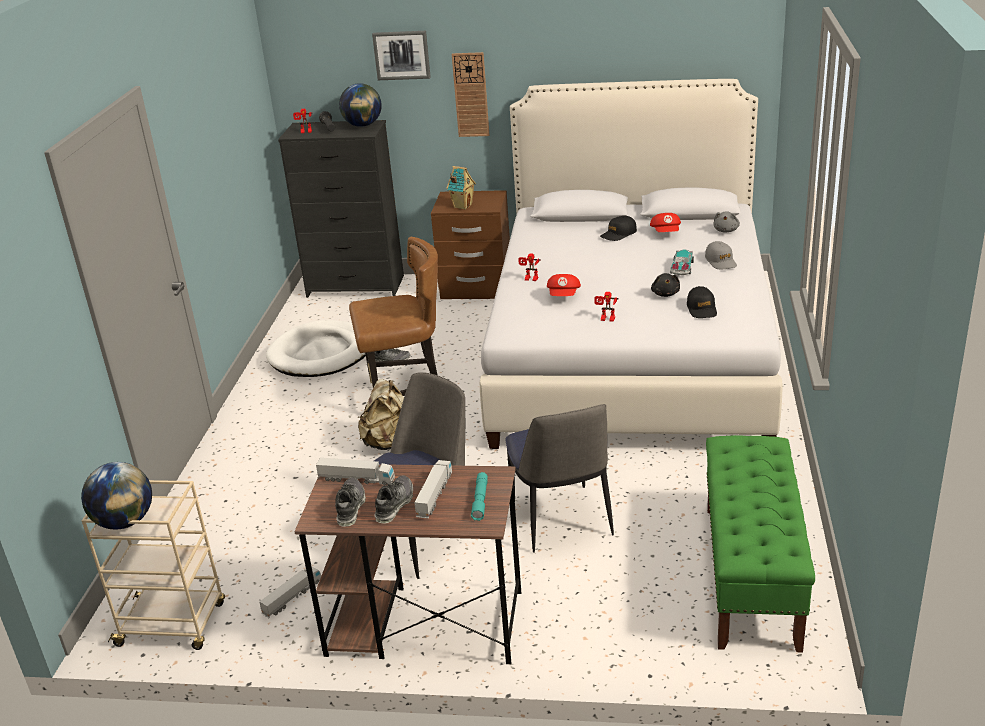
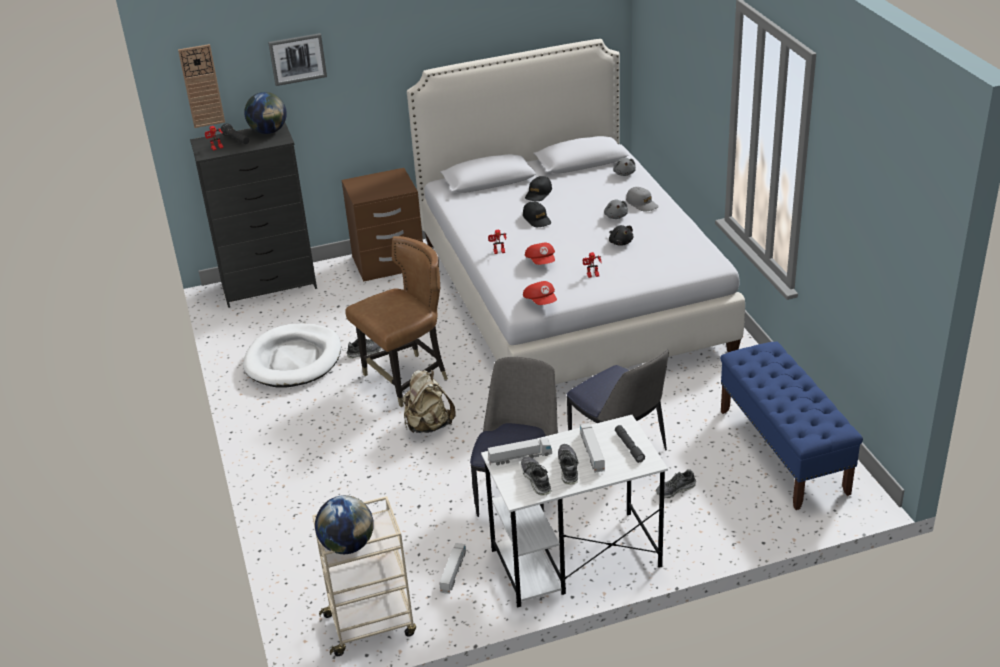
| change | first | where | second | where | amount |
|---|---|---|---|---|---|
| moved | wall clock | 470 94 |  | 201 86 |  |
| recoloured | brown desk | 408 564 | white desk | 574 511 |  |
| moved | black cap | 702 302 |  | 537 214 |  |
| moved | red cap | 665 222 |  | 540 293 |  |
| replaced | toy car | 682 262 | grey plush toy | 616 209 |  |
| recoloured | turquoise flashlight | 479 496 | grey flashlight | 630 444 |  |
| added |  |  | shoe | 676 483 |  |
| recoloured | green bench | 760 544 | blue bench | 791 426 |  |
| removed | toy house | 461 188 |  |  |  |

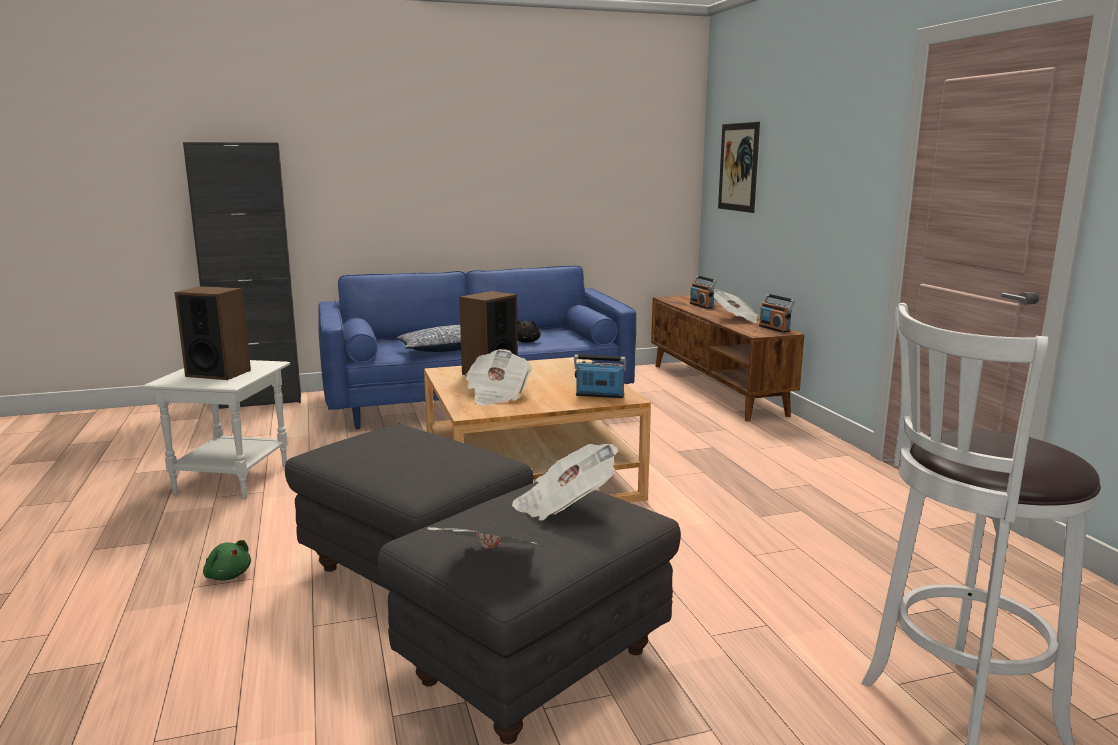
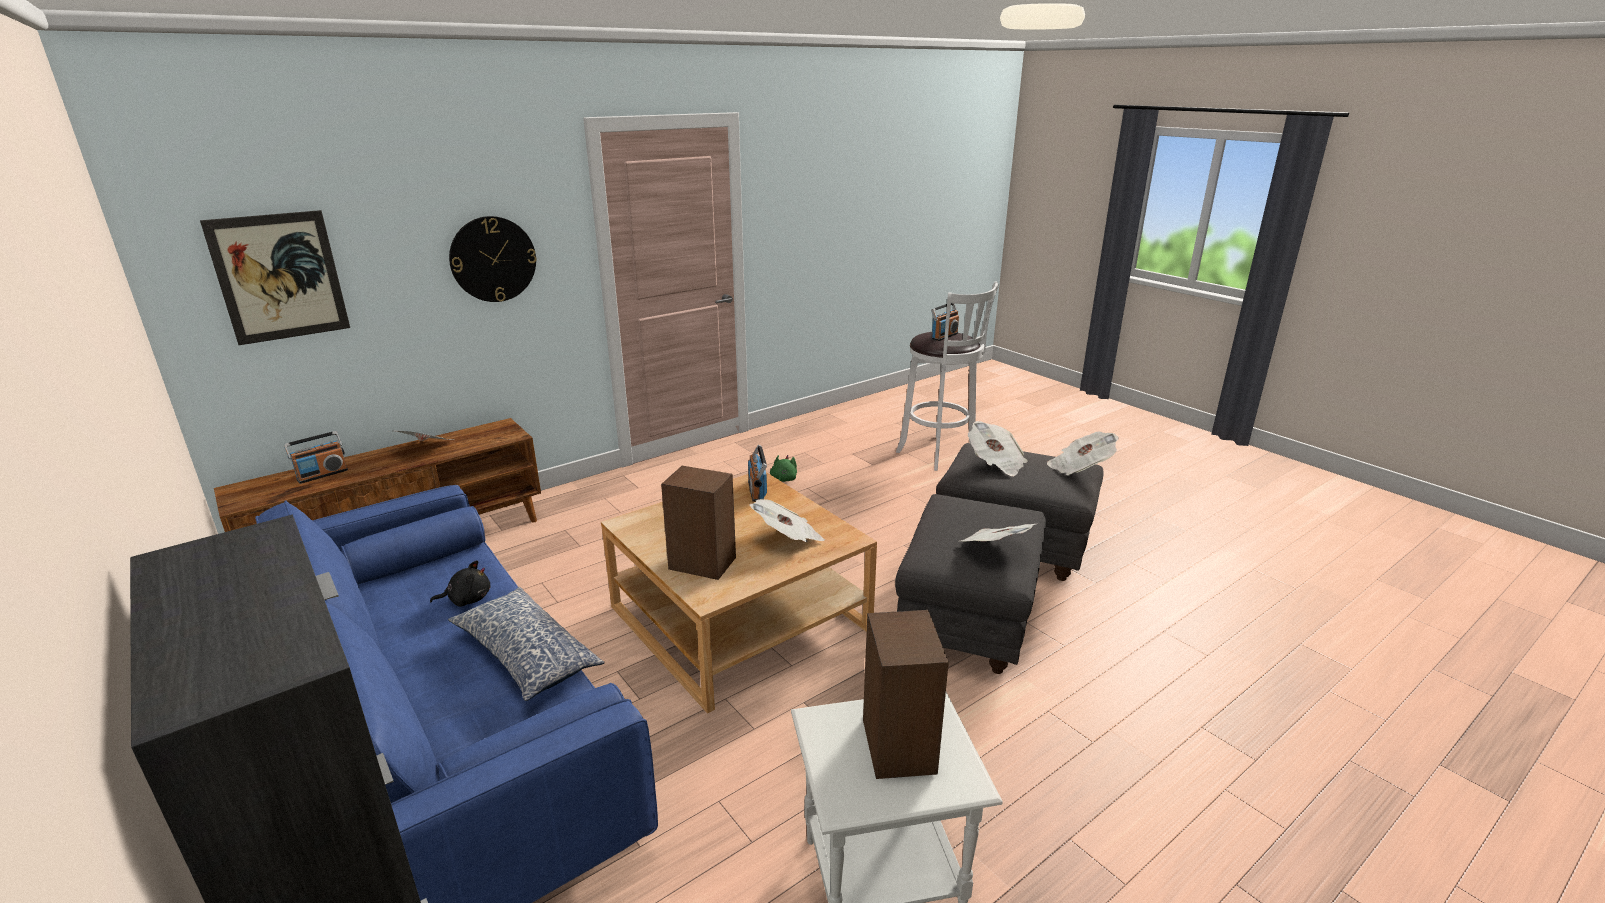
| change | first | where | second | where | amount |
|---|---|---|---|---|---|
| added |  |  | wall clock | 492 259 |  |
| moved | green plush toy | 227 560 |  | 783 468 |  |
| moved | radio | 777 313 |  | 945 322 |  |
| added |  |  | newspaper | 998 533 |  |

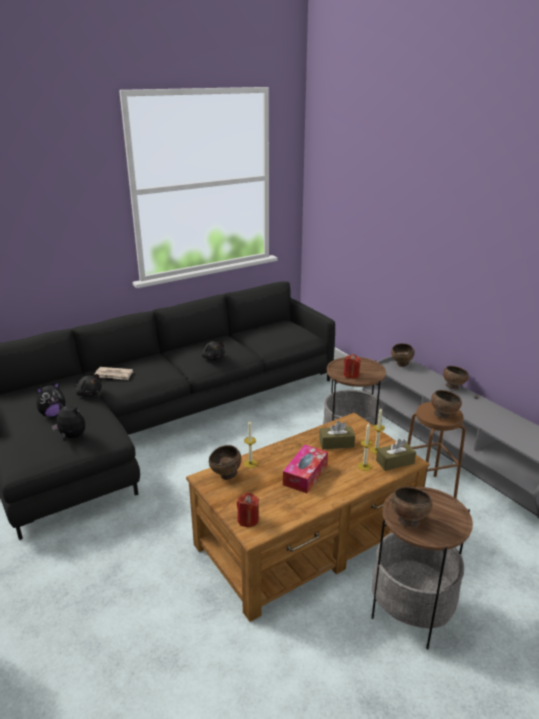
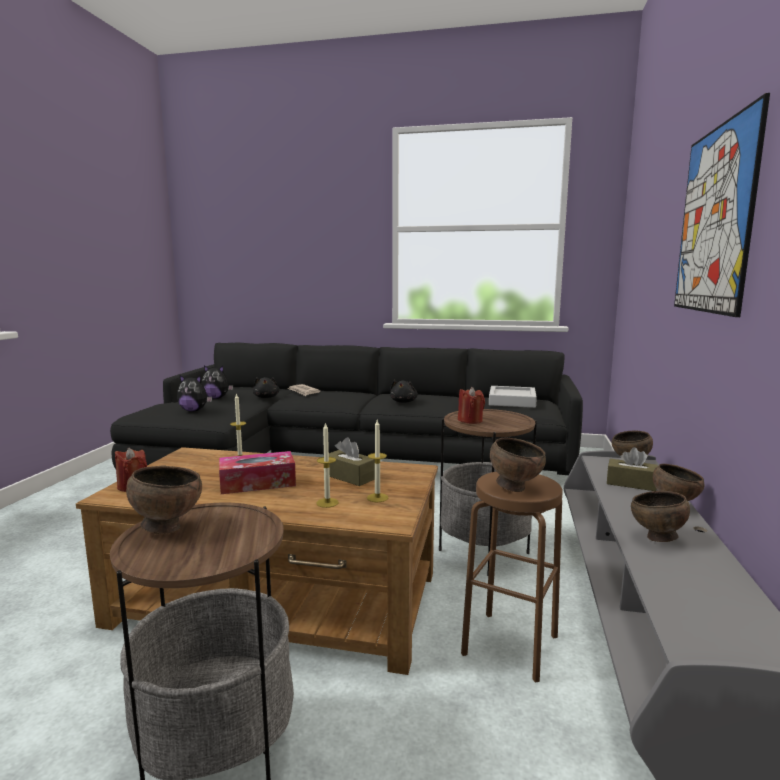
| change | first | where | second | where | amount |
|---|---|---|---|---|---|
| turned | plush toy | 68 421 |  | 194 393 | 120 degrees clockwise |
| added |  |  | grey tray | 513 397 |  |
| moved | brown tissue box | 396 455 |  | 632 469 |  |
| moved | brown bowl | 225 462 |  | 660 516 |  |
| added |  |  | picture | 722 205 |  |

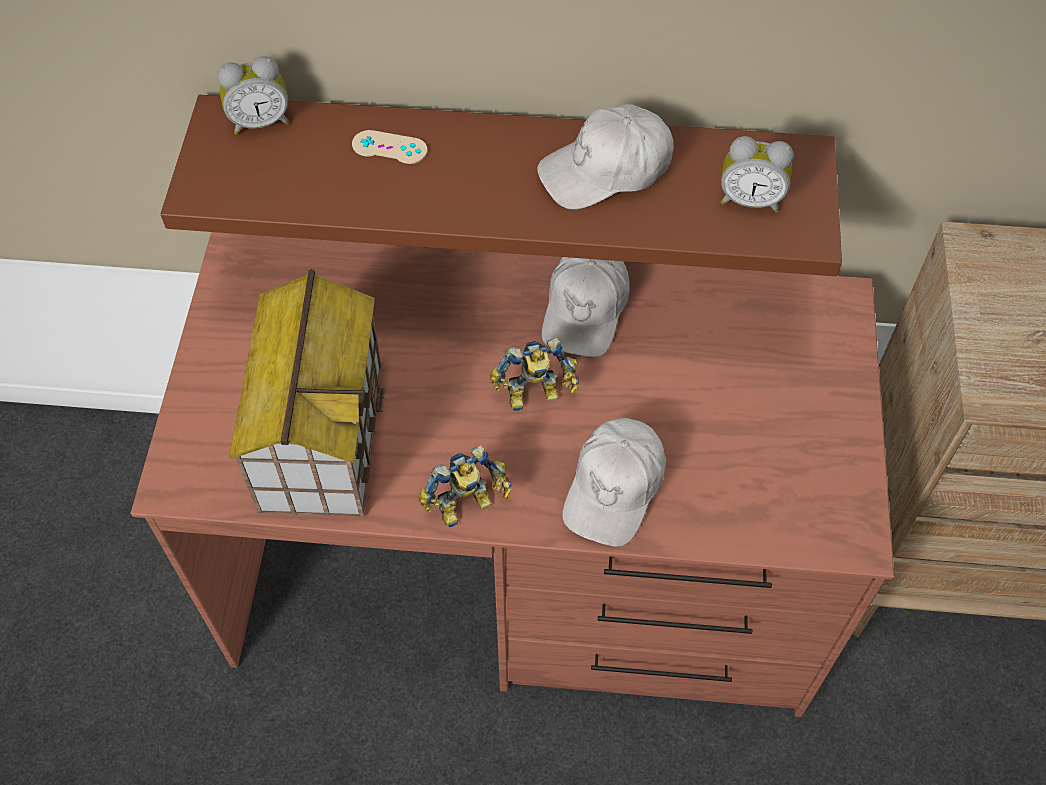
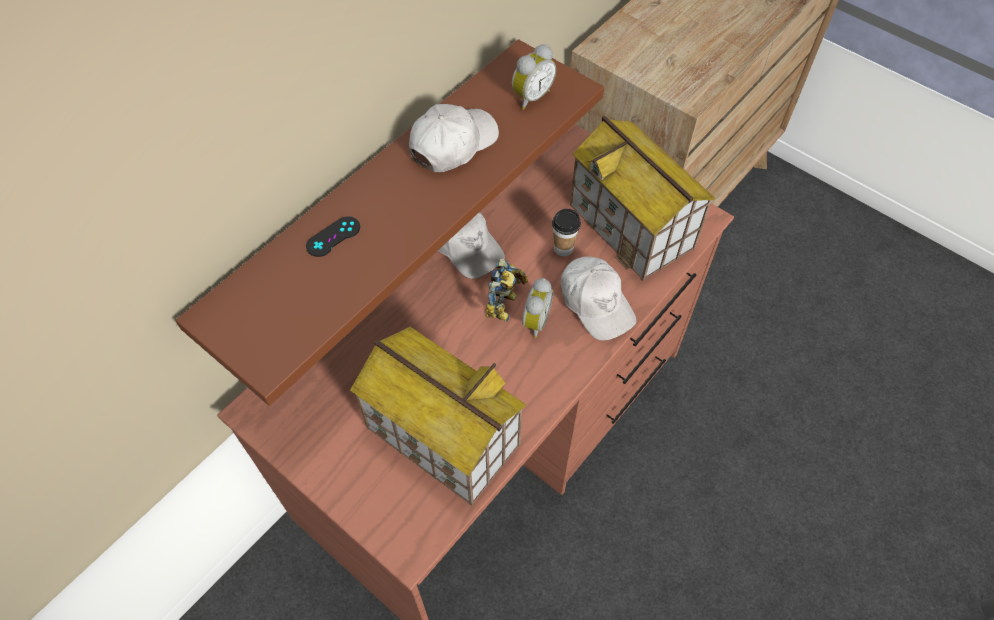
| change | first | where | second | where | amount |
|---|---|---|---|---|---|
| recoloured | beige game controller | 390 147 | black game controller | 333 236 |  |
| turned | white cap | 605 156 |  | 454 138 | 150 degrees counterclockwise |
| moved | alarm clock | 253 95 |  | 537 308 |  |
| added |  |  | cup | 566 232 |  |
| added |  |  | toy house | 642 198 |  |
| removed | toy robot | 465 486 |  |  |  |

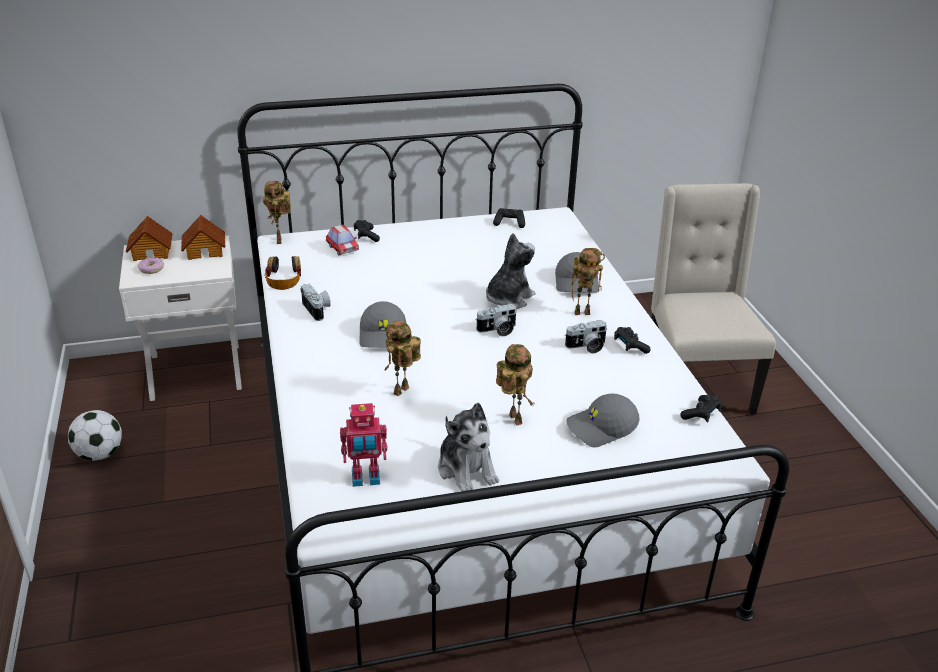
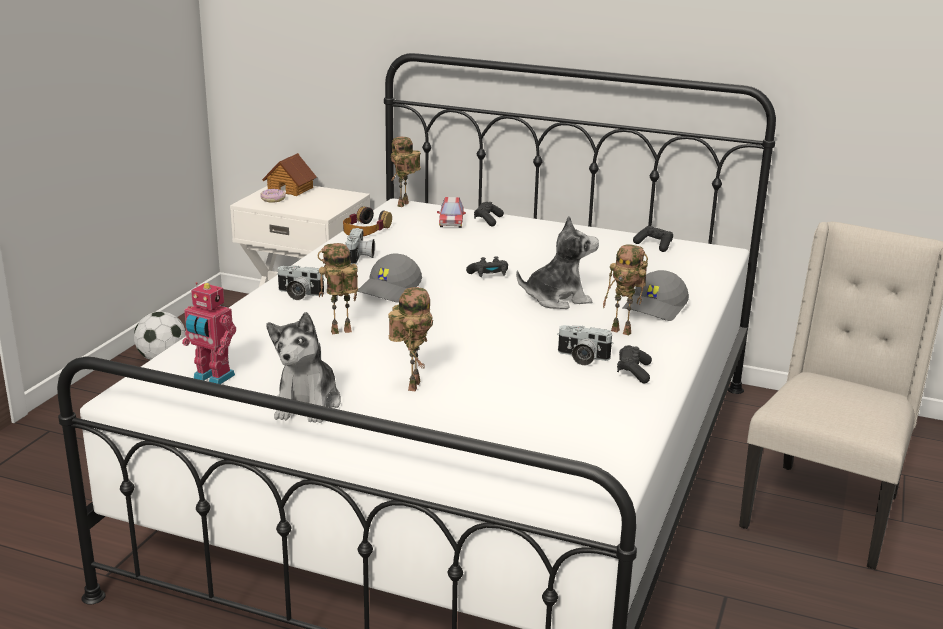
| change | first | where | second | where | amount |
|---|---|---|---|---|---|
| moved | photo camera | 496 320 |  | 301 283 |  |
| moved | black game controller | 701 408 |  | 487 266 |  |
| removed | toy house | 203 237 |  |  |  |
| removed | grey cap | 603 420 |  |  |  |

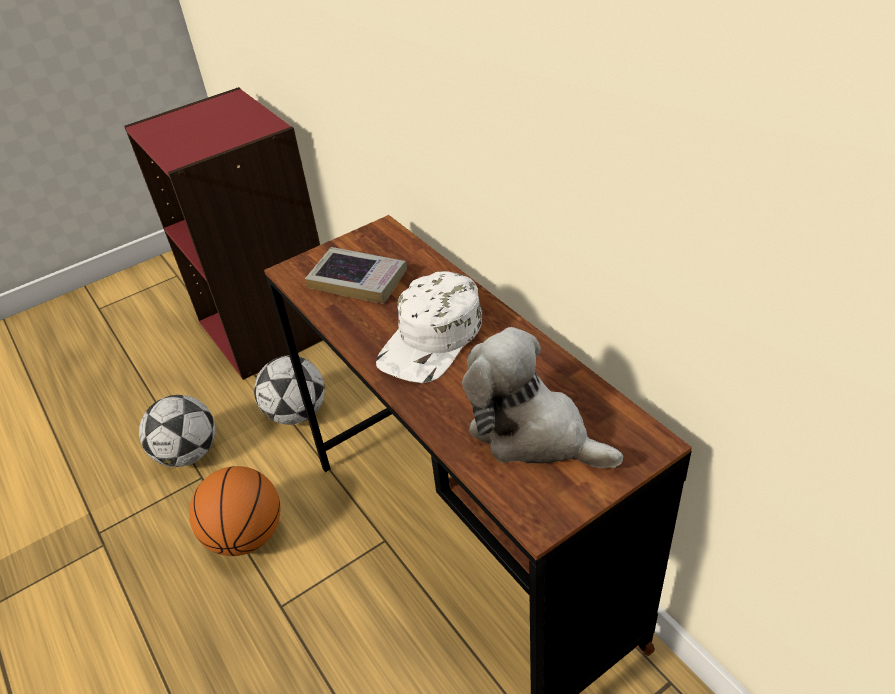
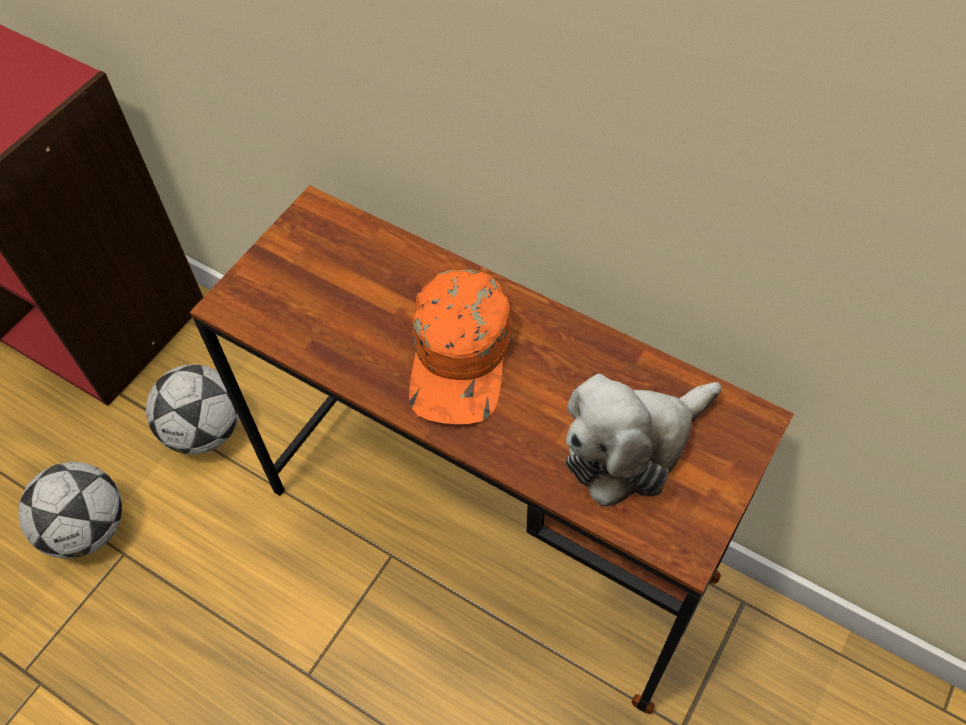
| change | first | where | second | where | amount |
|---|---|---|---|---|---|
| recoloured | white cap | 429 327 | orange cap | 460 347 |  |
| turned | plush toy | 542 397 |  | 643 440 | 45 degrees counterclockwise |
| removed | basketball | 234 511 |  |  |  |
| removed | book | 356 275 |  |  |  |

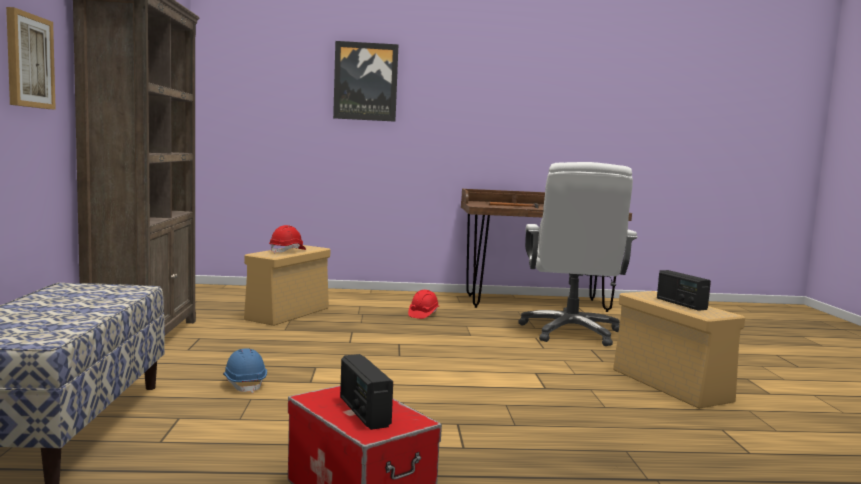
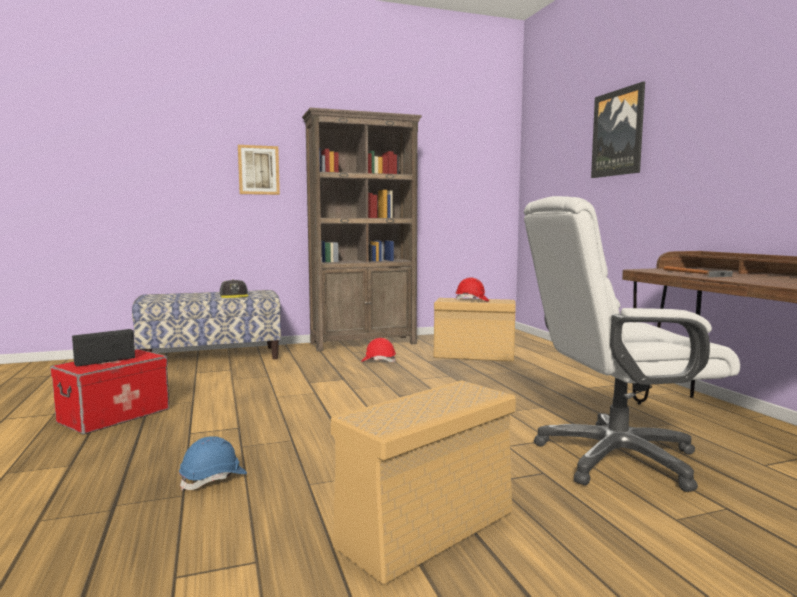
| change | first | where | second | where | amount |
|---|---|---|---|---|---|
| moved | blue hard hat | 245 370 |  | 213 463 |  |
| added |  |  | grey cap | 234 289 |  |
| moved | red hard hat | 423 304 |  | 378 350 |  |
| removed | radio | 684 290 |  |  |  |

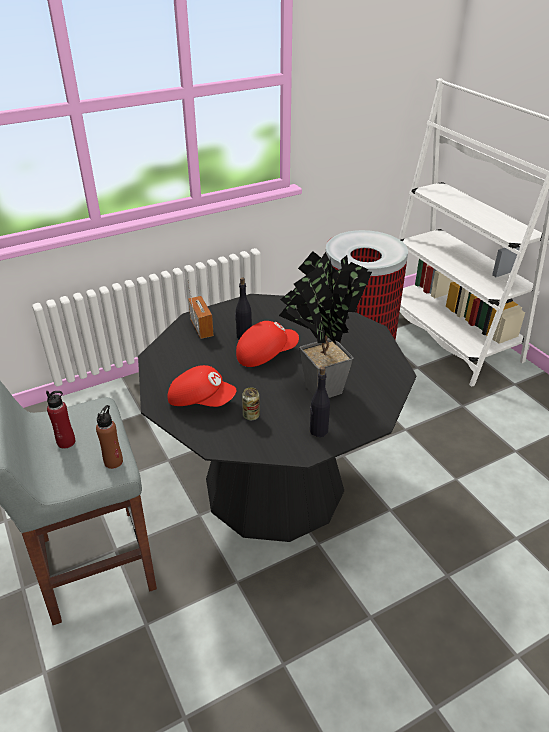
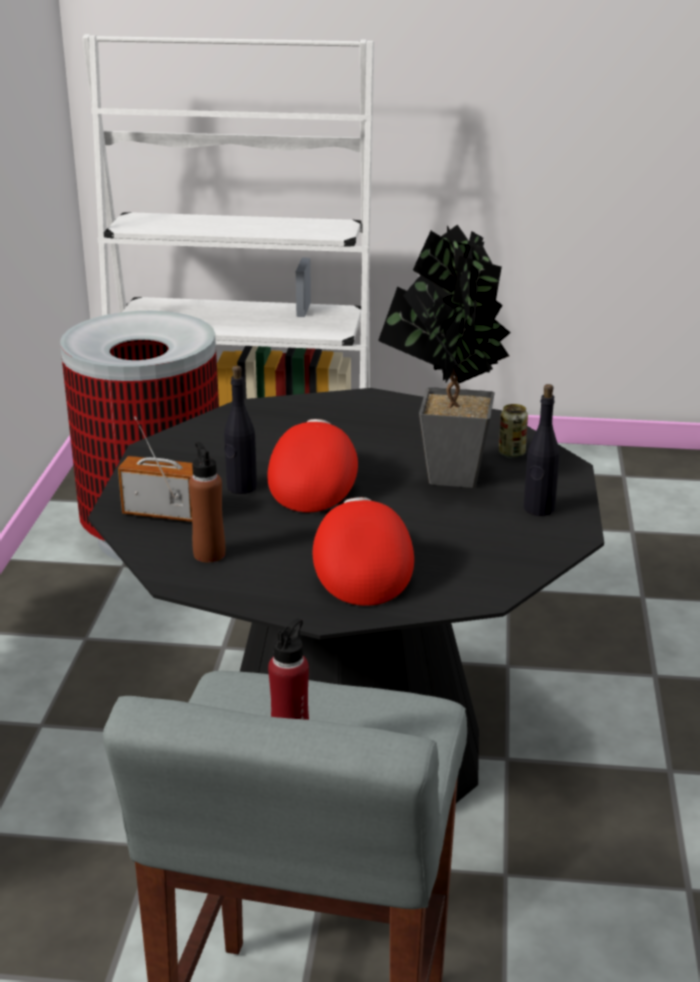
| change | first | where | second | where | amount |
|---|---|---|---|---|---|
| moved | brown bottle | 109 437 |  | 207 502 |  |
| turned | red cap | 202 386 |  | 363 551 | 60 degrees counterclockwise |
| moved | can | 251 403 |  | 513 431 |  |

